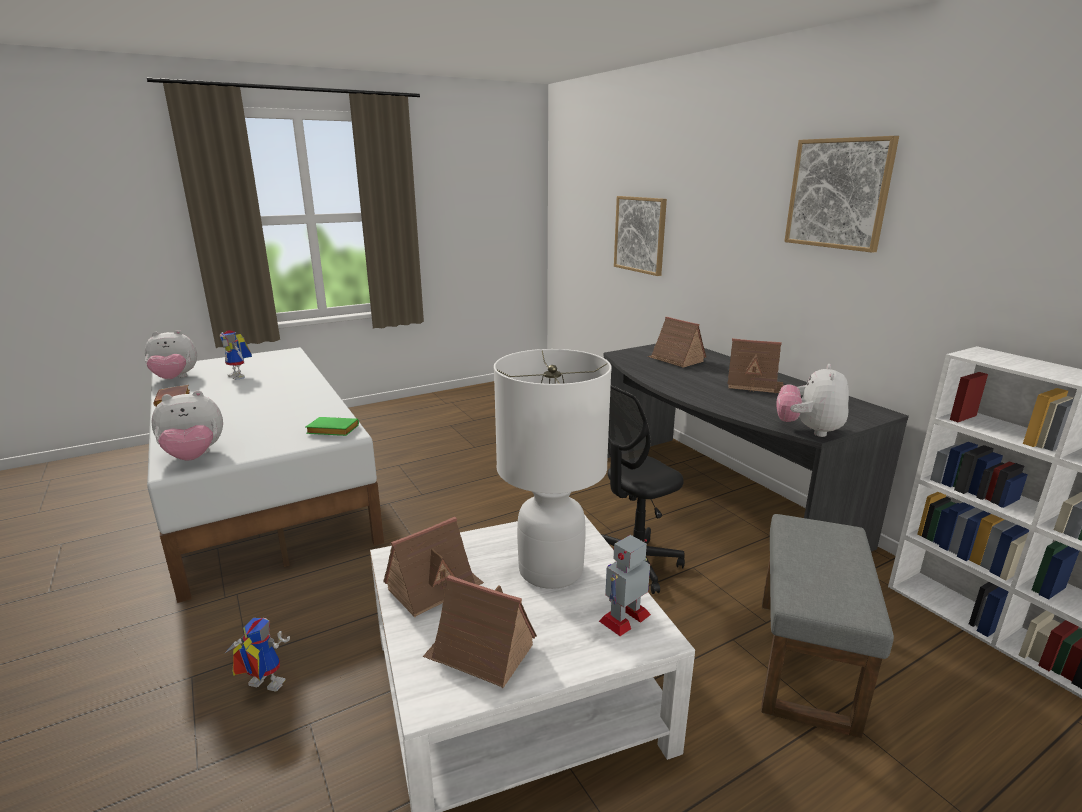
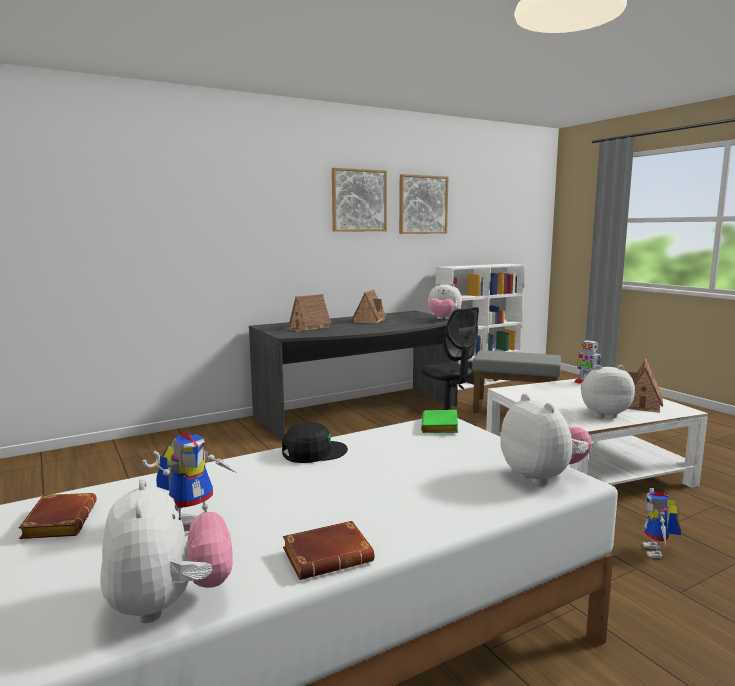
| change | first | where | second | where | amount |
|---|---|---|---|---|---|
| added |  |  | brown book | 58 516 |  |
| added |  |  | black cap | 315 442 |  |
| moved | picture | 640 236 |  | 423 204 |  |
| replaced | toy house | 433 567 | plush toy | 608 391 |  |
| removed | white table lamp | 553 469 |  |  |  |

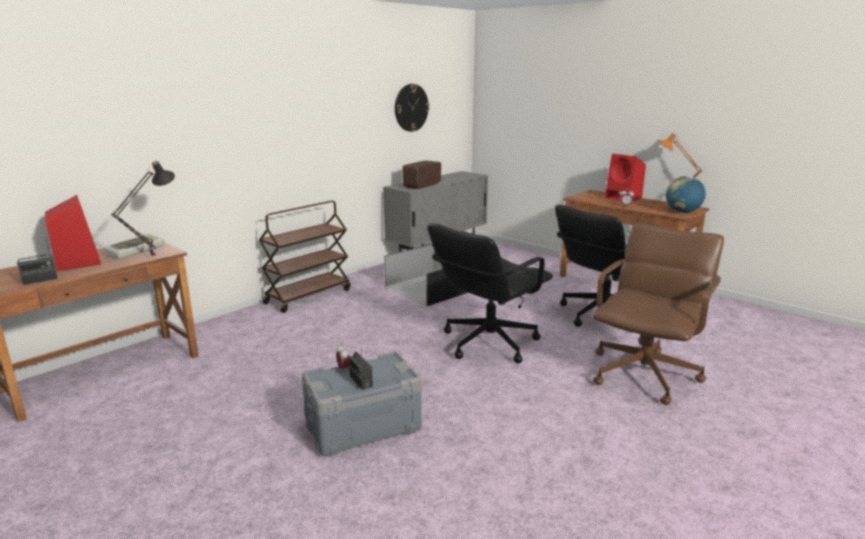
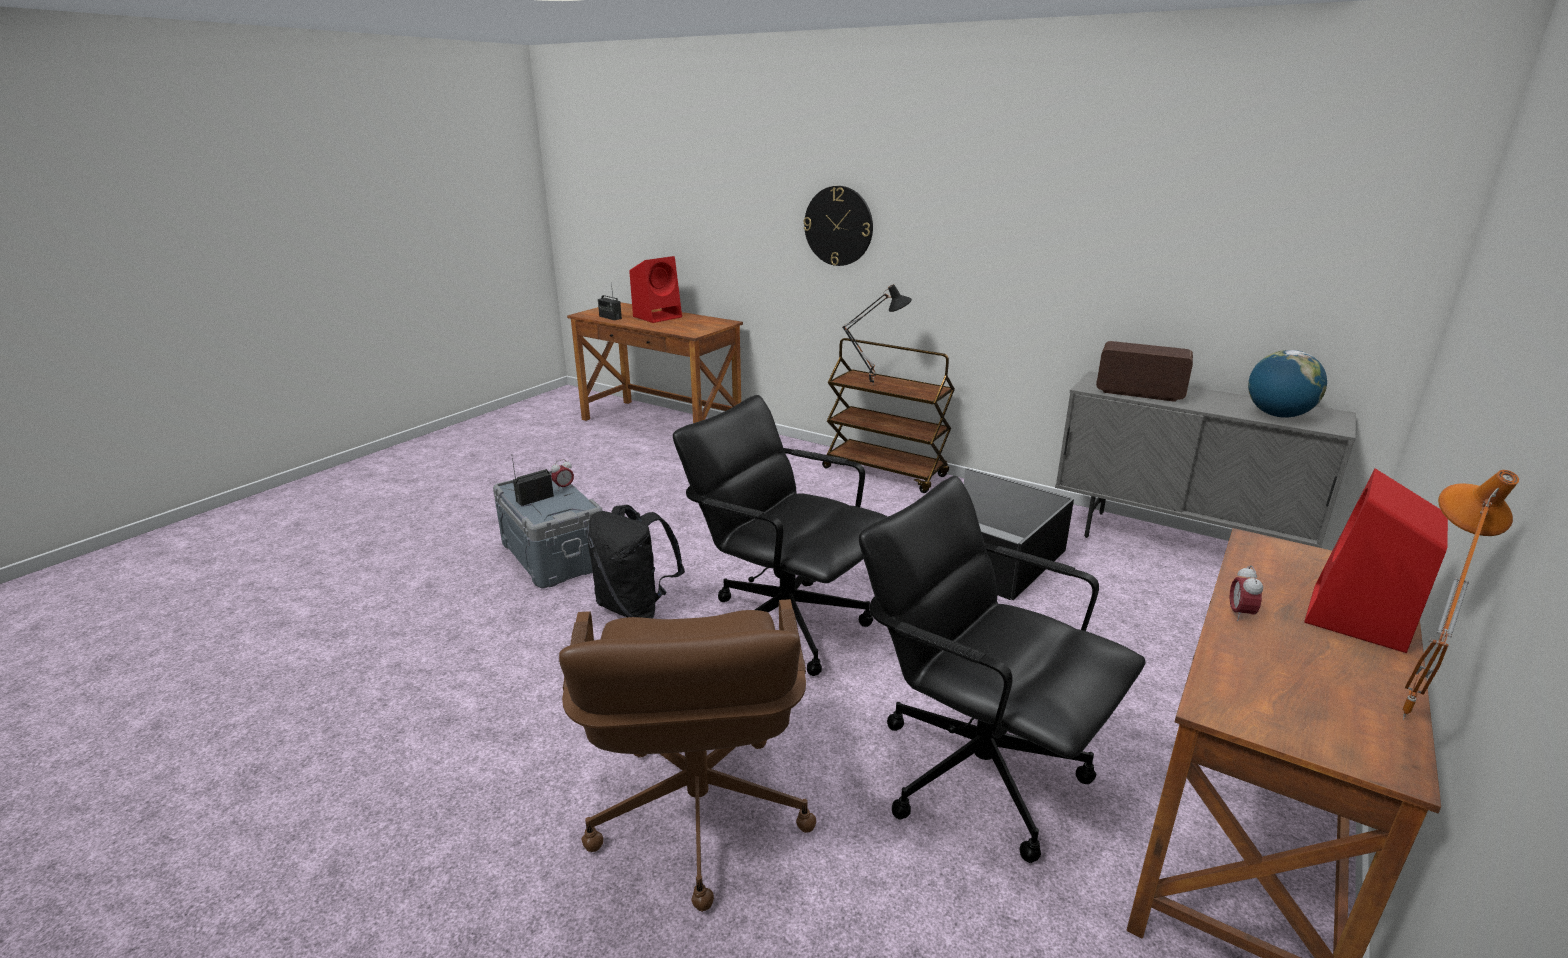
| change | first | where | second | where | amount |
|---|---|---|---|---|---|
| turned | brown office chair | 658 314 |  | 687 755 | 60 degrees clockwise |
| added |  |  | black backpack | 636 562 |  |
| moved | wall clock | 412 108 |  | 838 226 |  |
| moved | black table lamp | 143 209 |  | 877 334 |  |
| moved | globe | 686 194 |  | 1287 384 |  |
| removed | keyboard | 135 246 |  |  |  |

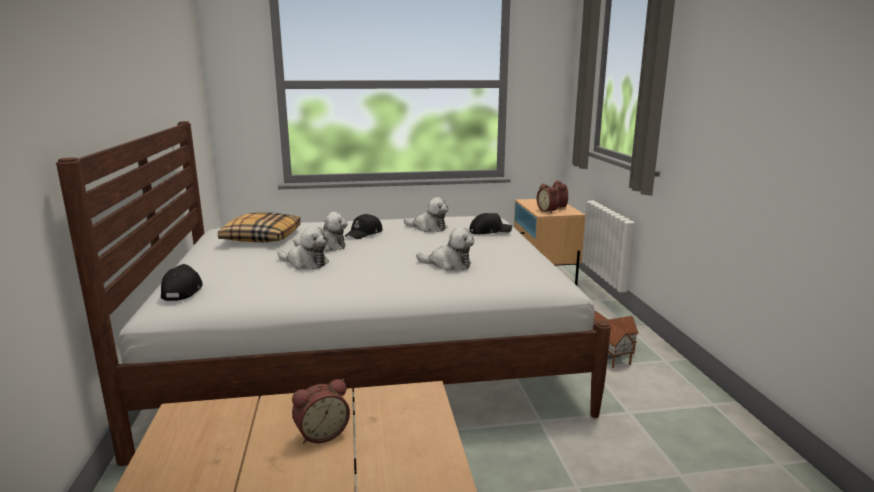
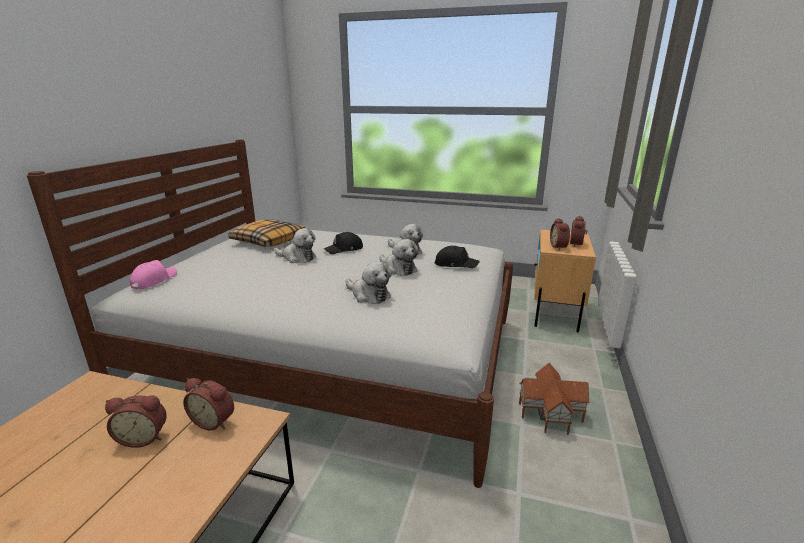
| change | first | where | second | where | amount |
|---|---|---|---|---|---|
| recoloured | black cap | 182 282 | pink cap | 153 275 |  |
| added |  |  | alarm clock | 208 404 |  |
| moved | plush toy | 303 247 |  | 398 257 |  |

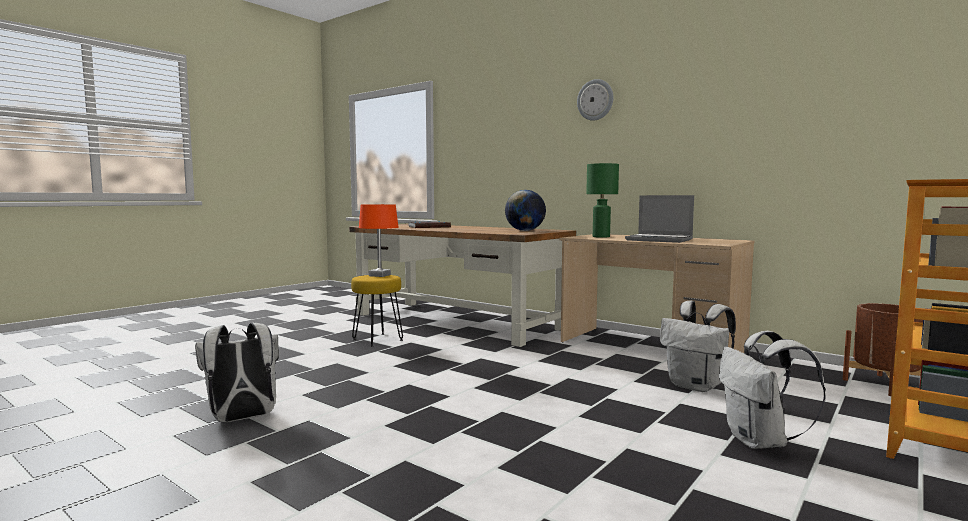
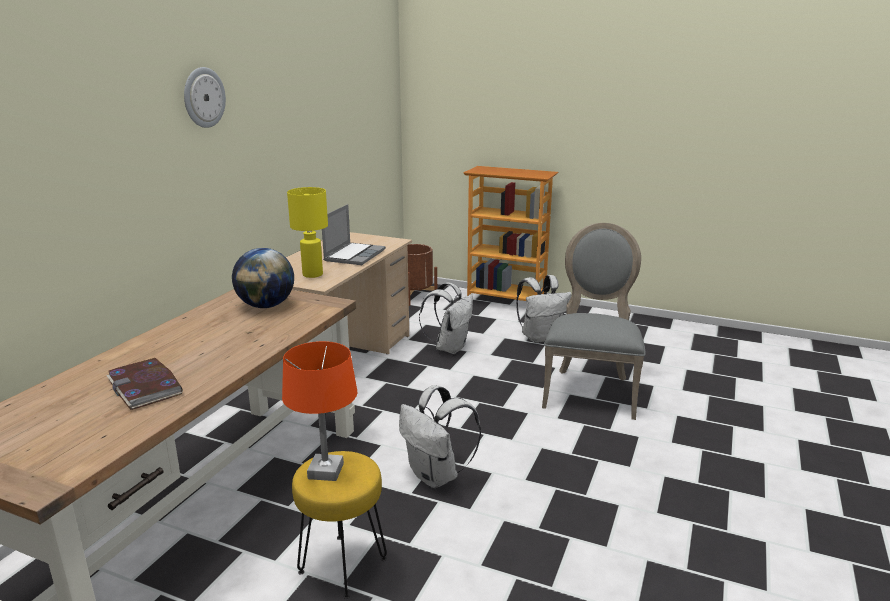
| change | first | where | second | where | amount |
|---|---|---|---|---|---|
| recoloured | green table lamp | 602 200 | yellow table lamp | 307 232 |  |
| moved | white backpack | 237 372 |  | 440 436 |  |
| added |  |  | grey chair | 594 321 |  |

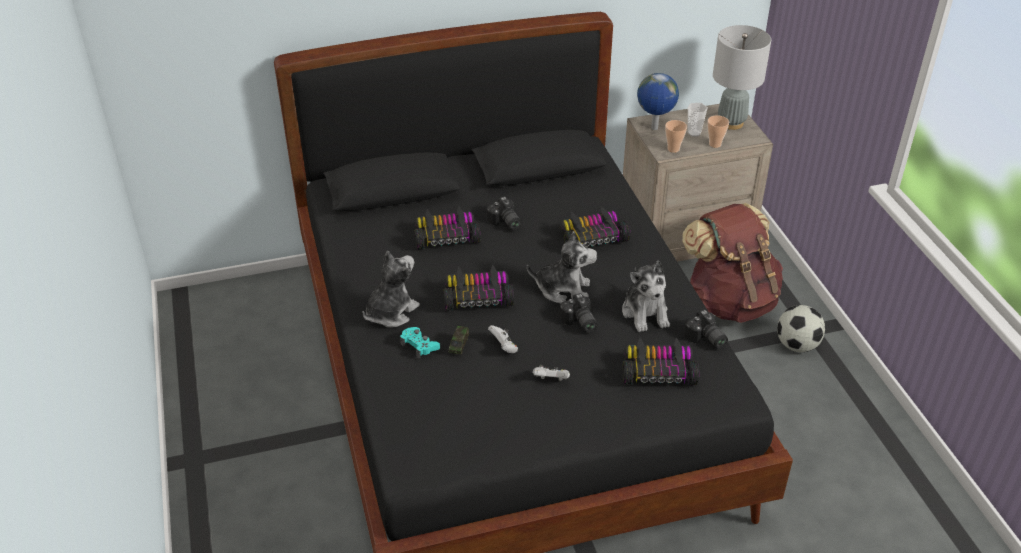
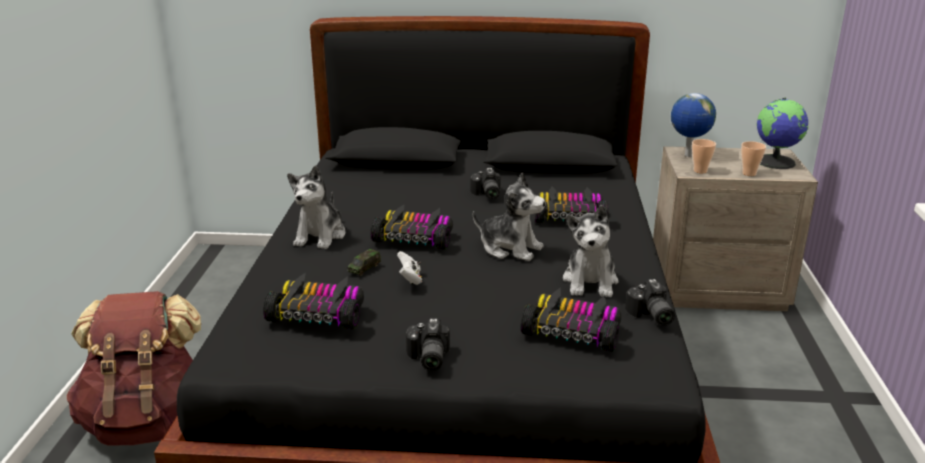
| change | first | where | second | where | amount |
|---|---|---|---|---|---|
| moved | brown backpack | 732 263 |  | 134 368 |  |
| moved | toy car | 448 227 |  | 313 301 |  |
| turned | plush toy | 391 289 |  | 316 207 | 135 degrees clockwise |
| moved | photo camera | 578 312 |  | 428 344 |  |
| replaced | grey table lamp | 742 77 | globe | 783 133 |  |
| removed | turquoise game controller | 420 343 |  |  |  |
| removed | white game controller | 551 373 |  |  |  |
| removed | cup | 698 120 |  |  |  |
| removed | football | 801 328 |  |  |  |

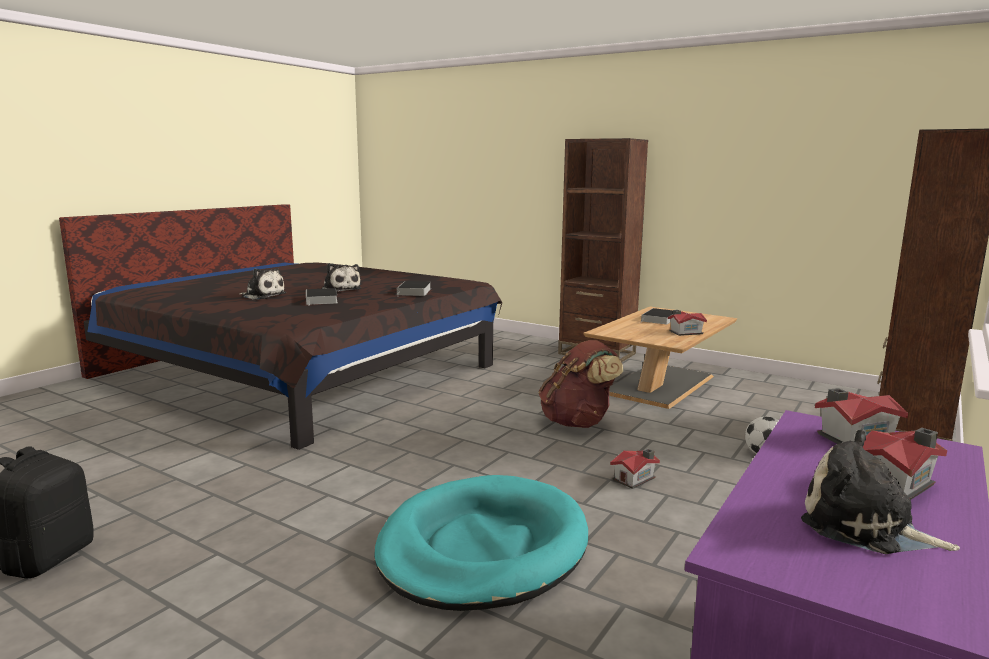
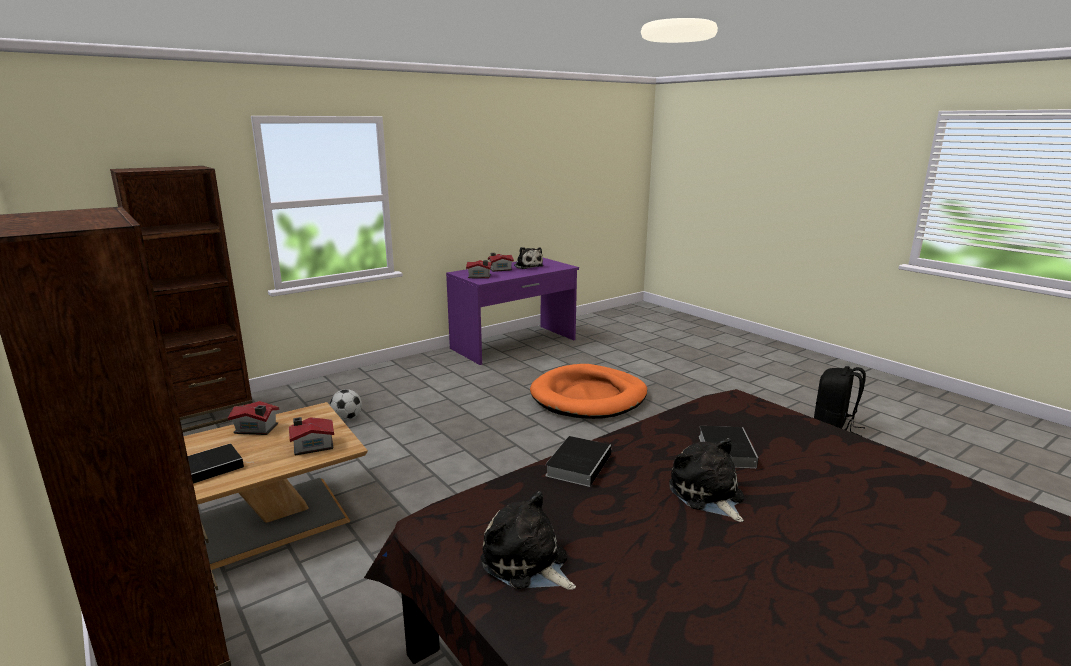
| change | first | where | second | where | amount |
|---|---|---|---|---|---|
| moved | toy house | 635 469 |  | 311 436 |  |
| moved | plush toy | 263 283 |  | 528 540 |  |
| recoloured | turquoise dog bed | 481 543 | orange dog bed | 588 391 |  |
| removed | brown backpack | 581 384 |  |  |  |

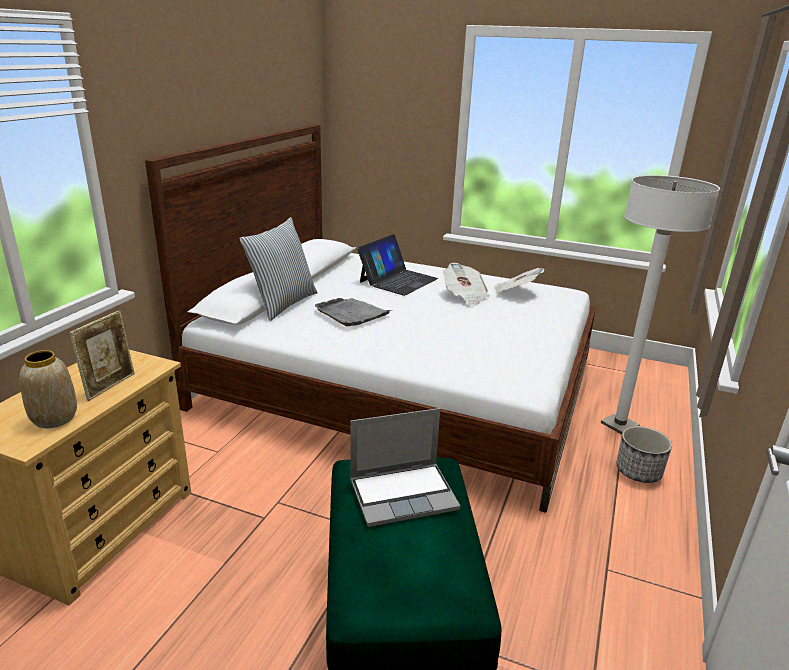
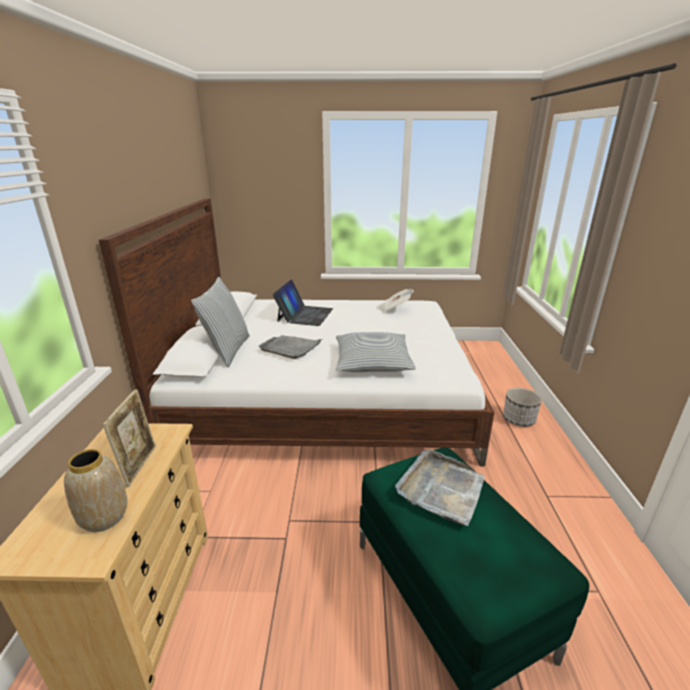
| change | first | where | second | where | amount |
|---|---|---|---|---|---|
| added |  |  | pillow | 376 352 |  |
| replaced | laptop | 405 467 | grey tray | 440 488 |  |
| removed | newspaper | 466 284 |  |  |  |
| removed | white floor lamp | 660 304 |  |  |  |

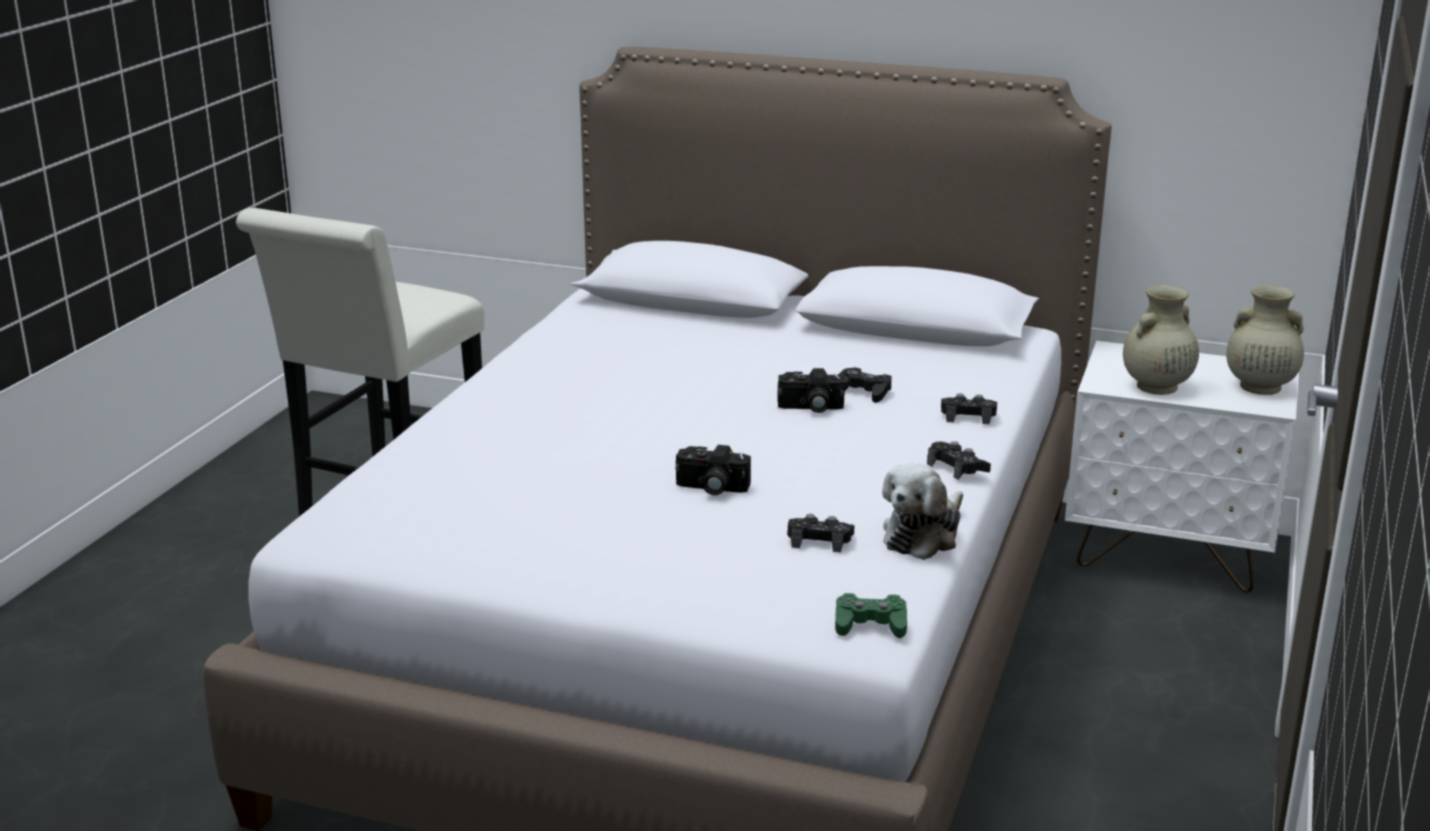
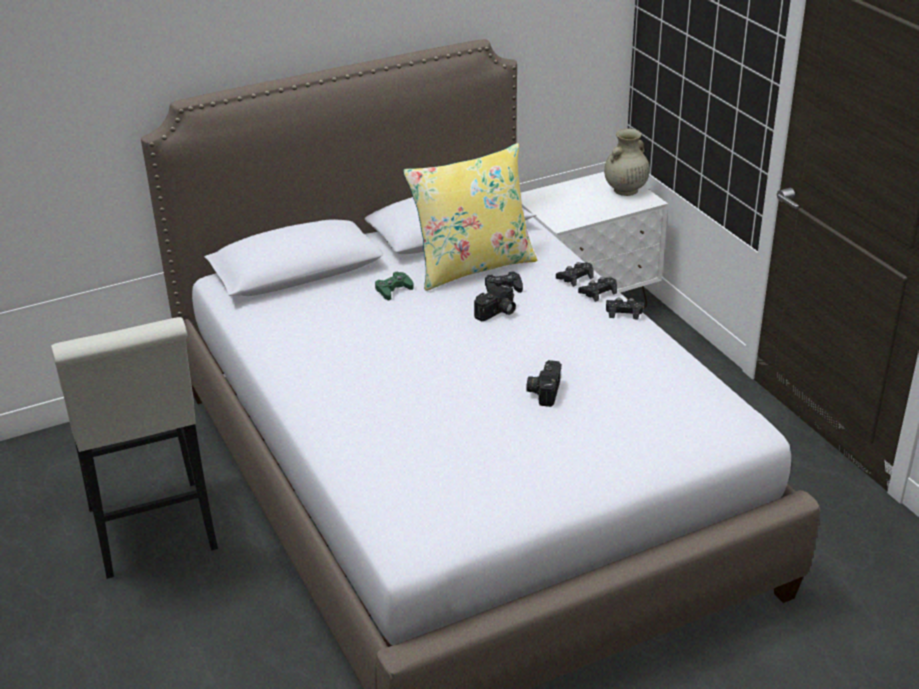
| change | first | where | second | where | amount |
|---|---|---|---|---|---|
| moved | green game controller | 871 615 |  | 394 286 |  |
| added |  |  | yellow pillow | 470 217 |  |
| turned | photo camera | 713 470 |  | 544 383 | 135 degrees clockwise |
| moved | black game controller | 820 533 |  | 597 289 |  |
| removed | plush toy | 922 511 |  |  |  |
| removed | beige vase | 1161 340 |  |  |  |

